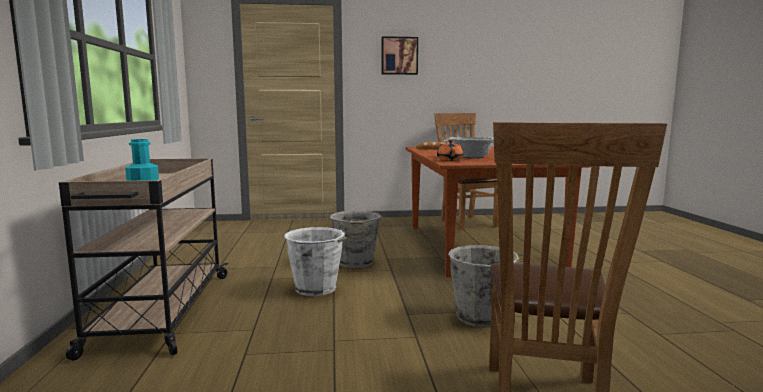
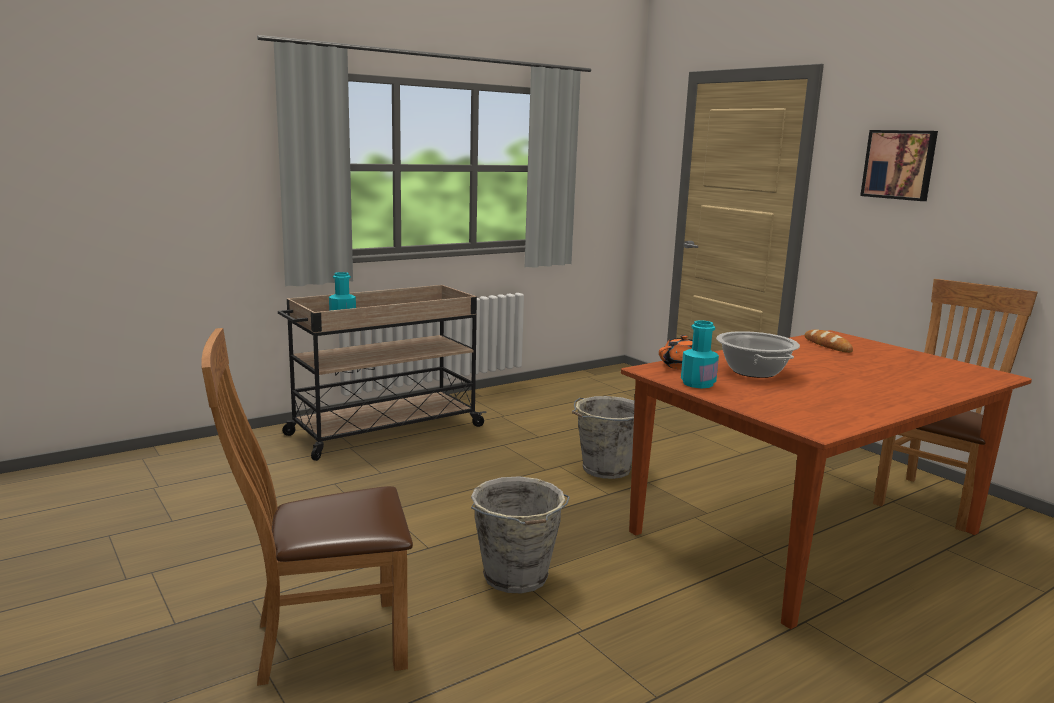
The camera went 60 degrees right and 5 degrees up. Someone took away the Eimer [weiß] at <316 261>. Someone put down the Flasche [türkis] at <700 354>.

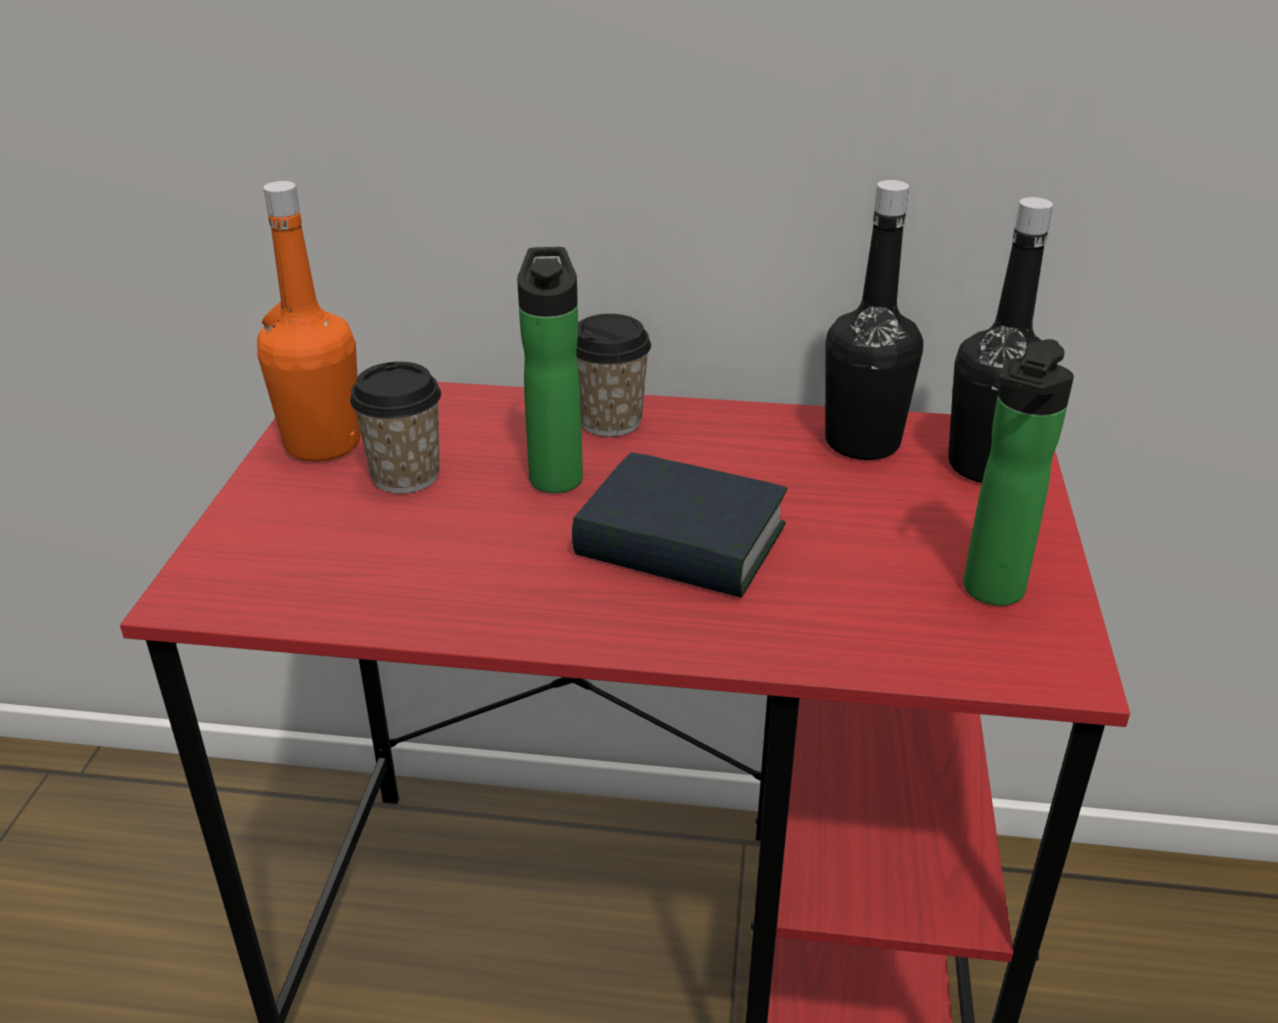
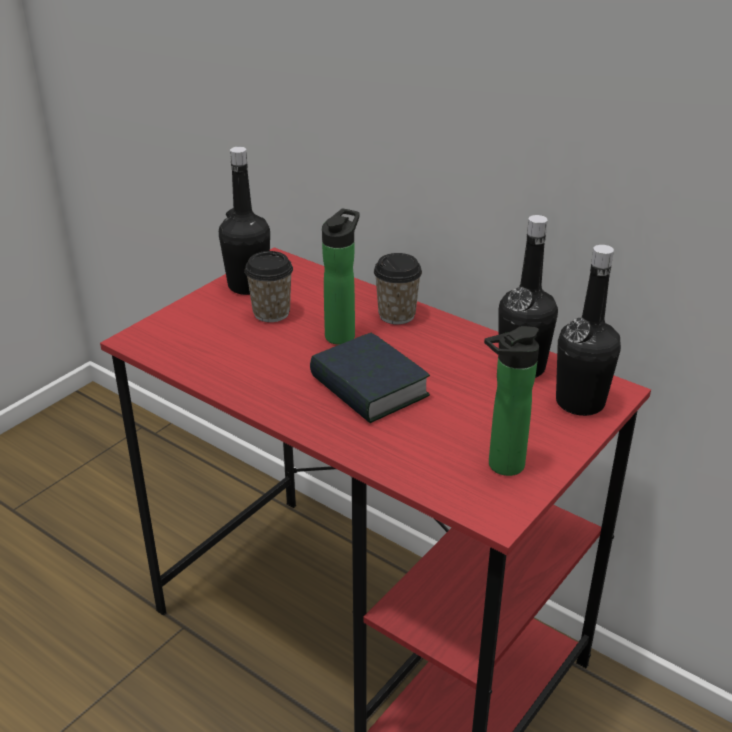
The camera went 30 degrees right and 0 degrees up. Someone repainted the Flasche [orange] at <309 321>, which became the Flasche [schwarz] at <244 221>.

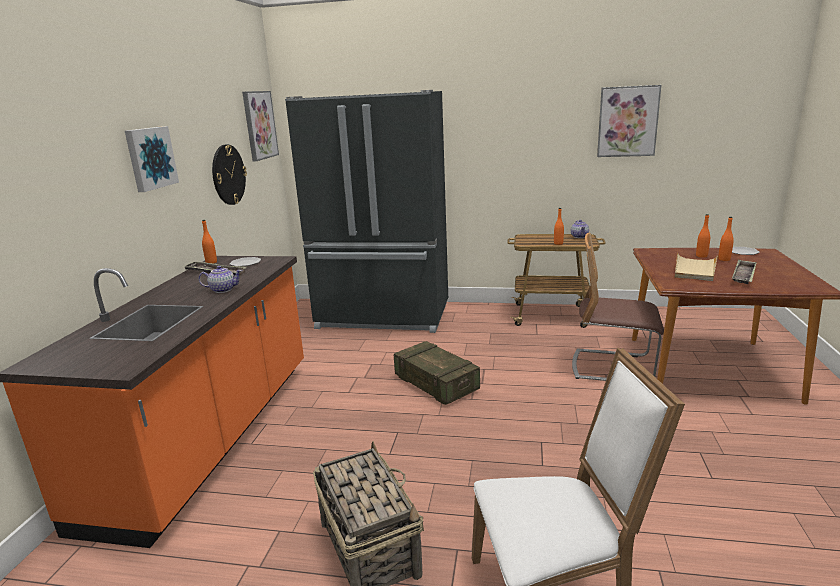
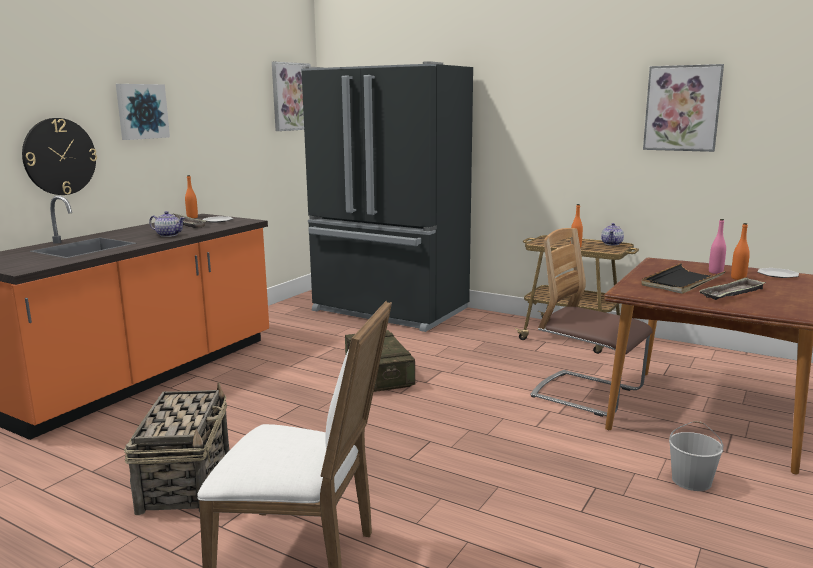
The camera went 20 degrees right and 5 degrees down. Someone carried the Wanduhr from <229 174> to <59 156>. Someone repainted the Tablett [beige] at <696 266>, which became the Tablett [schwarz] at <683 278>. Someone repainted the Flasche [orange] at <703 236>, which became the Flasche [rosa] at <717 246>. Someone put down the Eimer [weiß] at <696 456>.

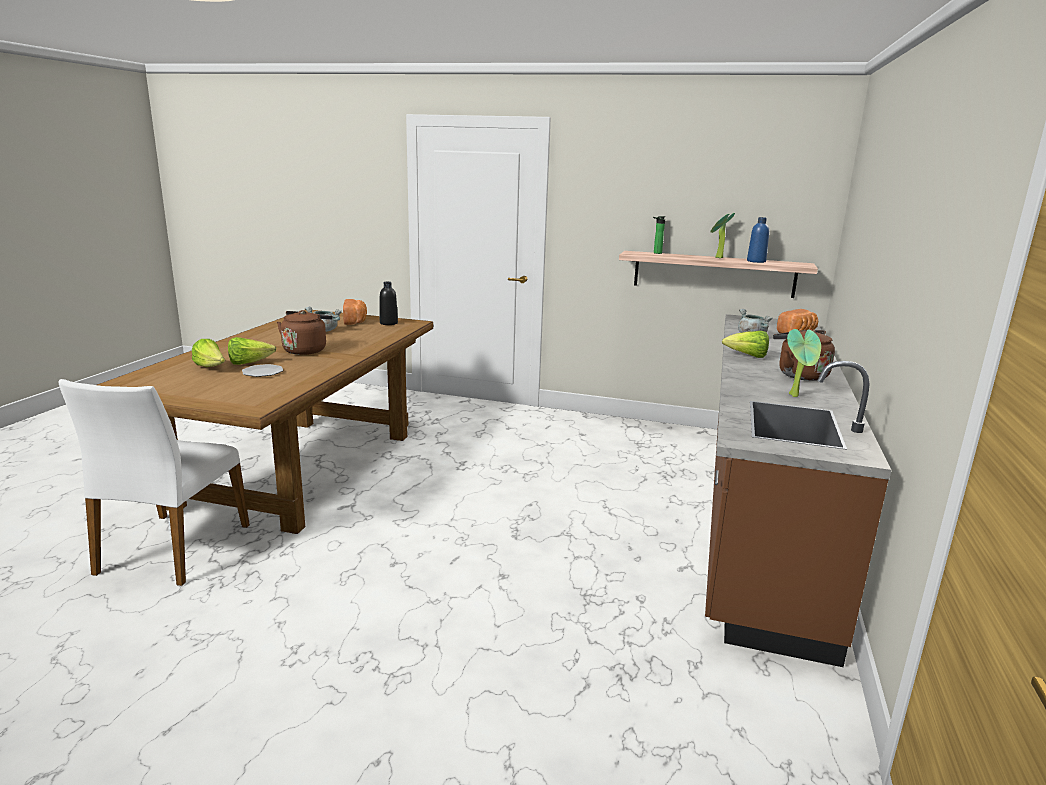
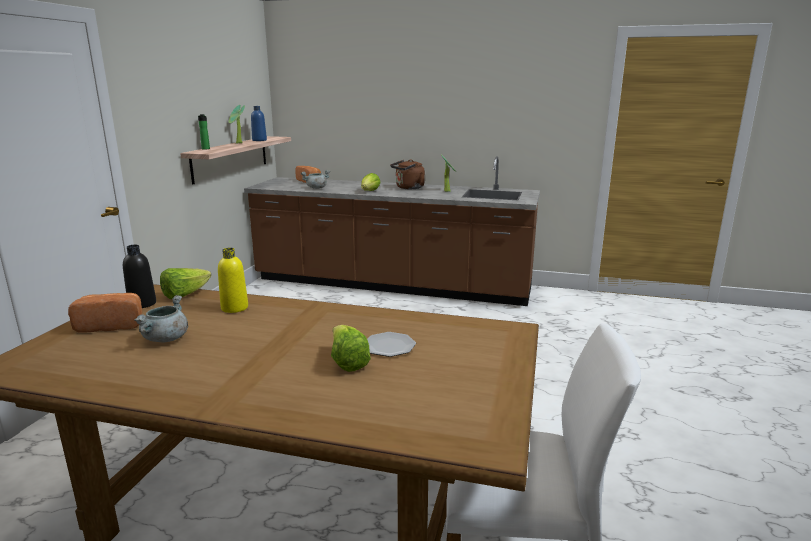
The camera went 90 degrees left and 0 degrees up. Someone carried the Salatkopf from <208 353> to <186 283>. Someone took away the Wasserkessel [braun] at <305 332>. Someone put down the Flasche [gelb] at <233 280>.

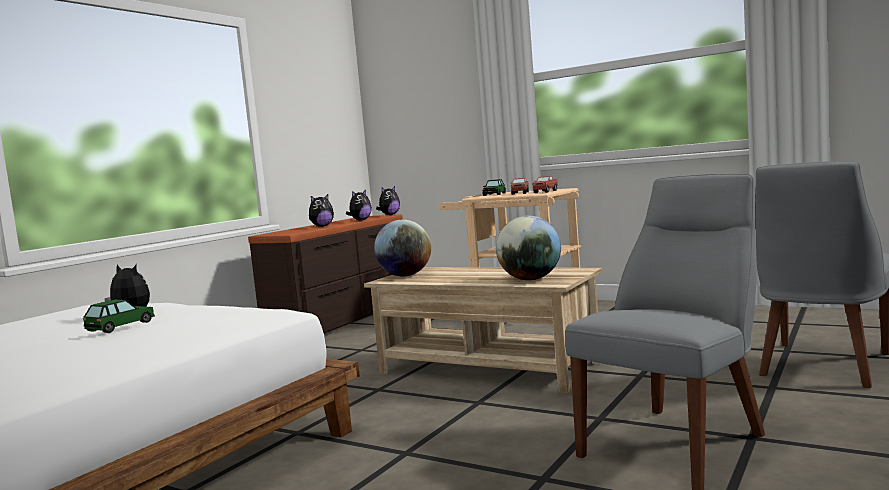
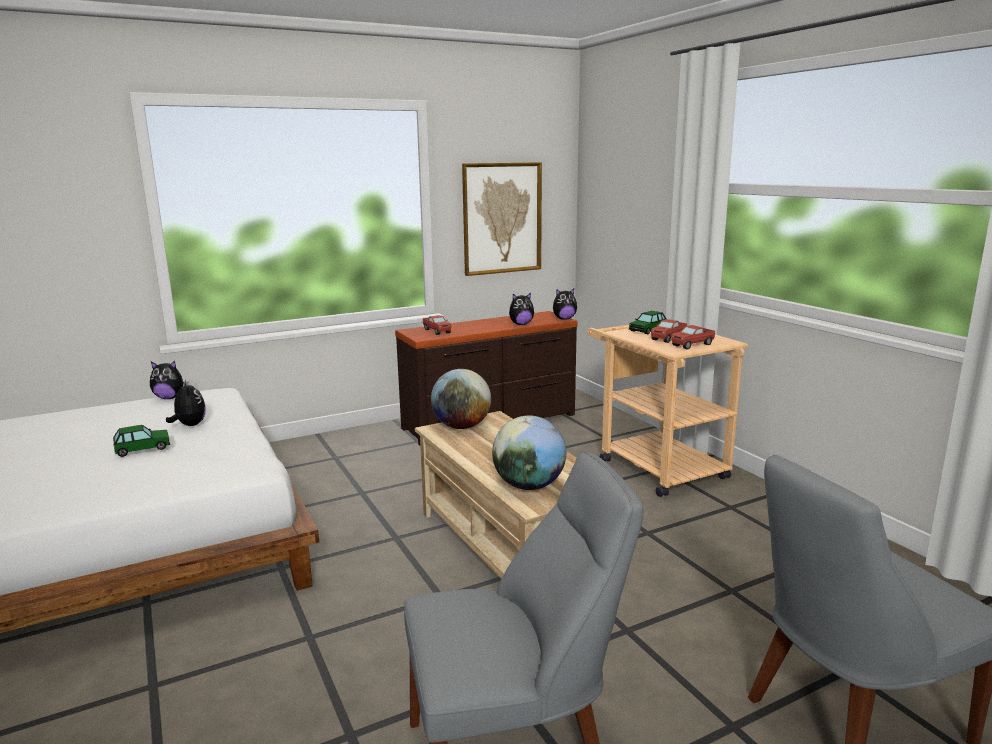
The camera went 30 degrees right and 10 degrees up. Someone carried the Plüschtier from <321 210> to <169 380>. Someone put down the Spielzeuglaster at <437 325>. Someone put up the Bild at <502 219>.

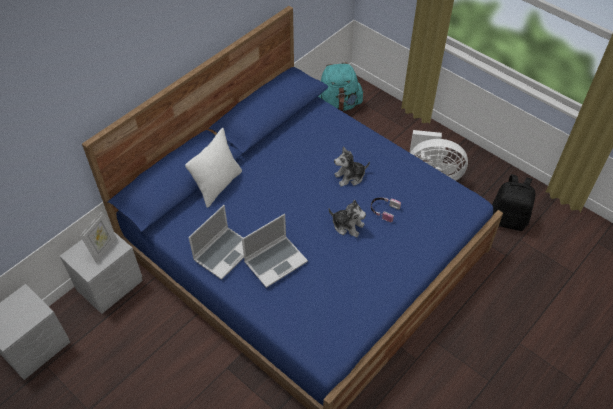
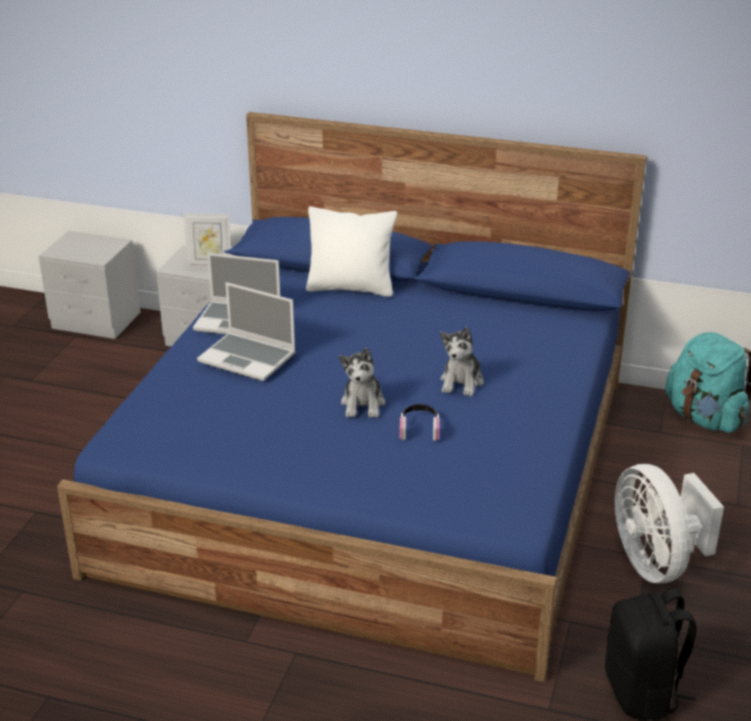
The camera went 65 degrees right and 20 degrees down. Someone rotated the Plüschtier at <352 166> by 120 degrees counterclockwise.

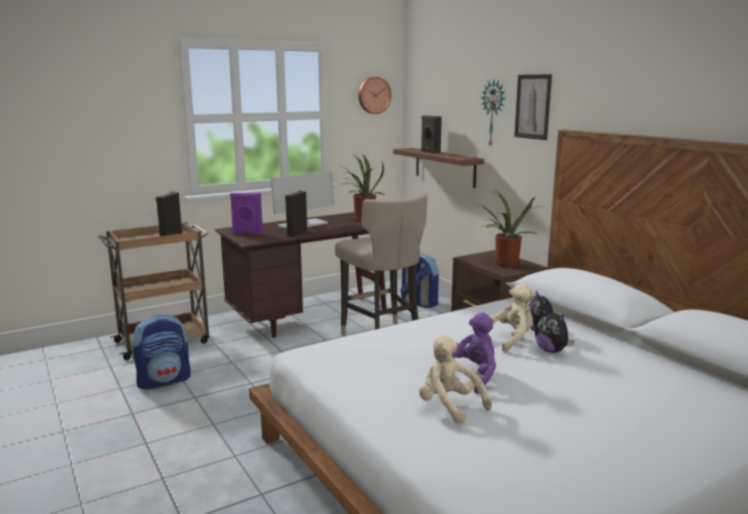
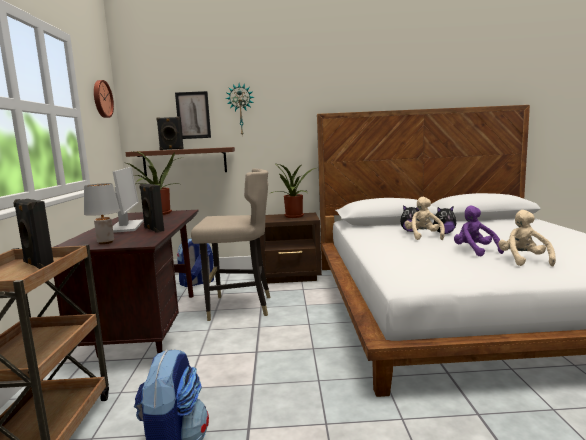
The camera went 60 degrees left and 5 degrees down. Someone swapped the Lautsprecher [lila] at <246 214> for the Tischlampe [grau] at <102 213>. Someone rotated the Plüschtier [beige] at <455 379> by 105 degrees clockwise. Someone carried the Bild from <533 107> to <193 115>.

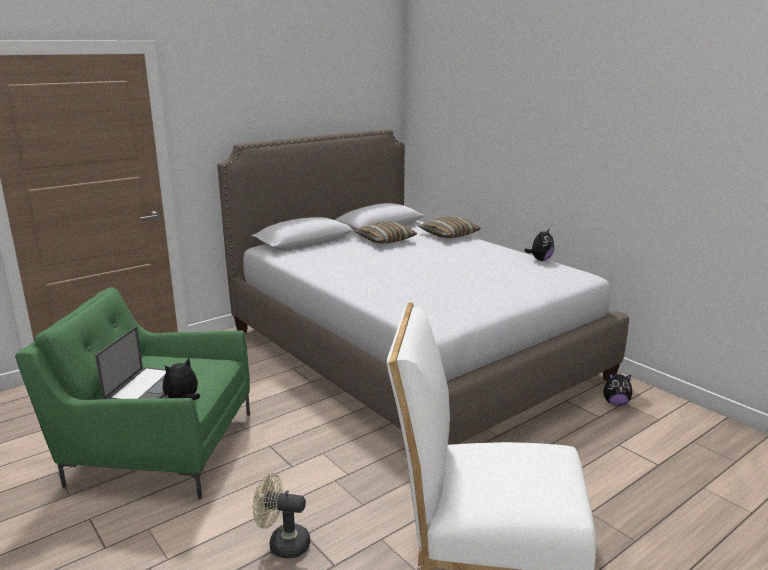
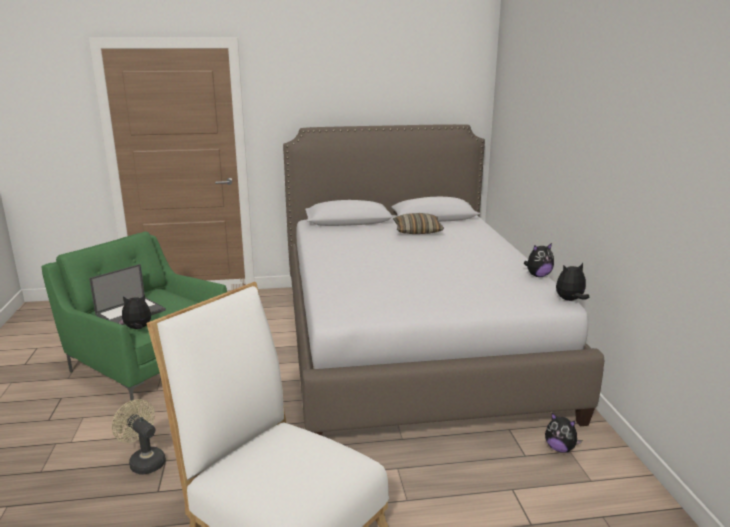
The camera went 30 degrees right and 0 degrees up. Someone took away the Kissen at <449 227>. Someone put down the Plüschtier at <572 282>.

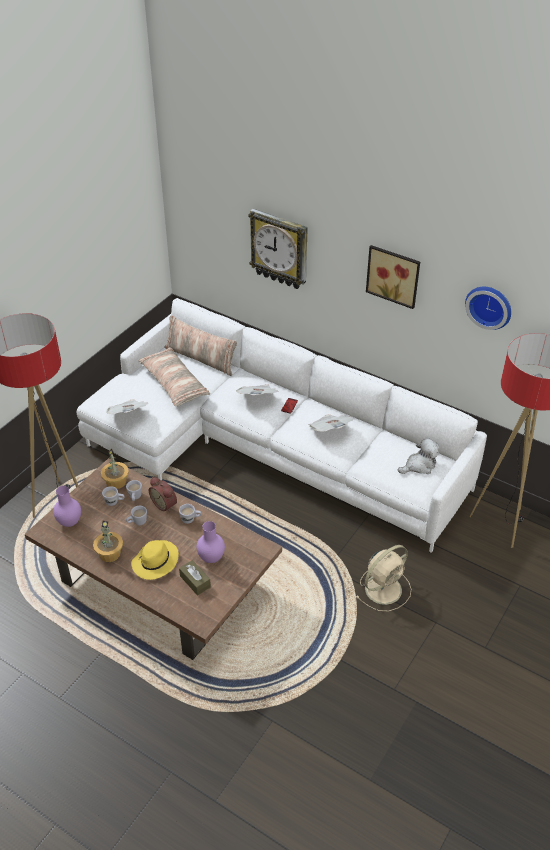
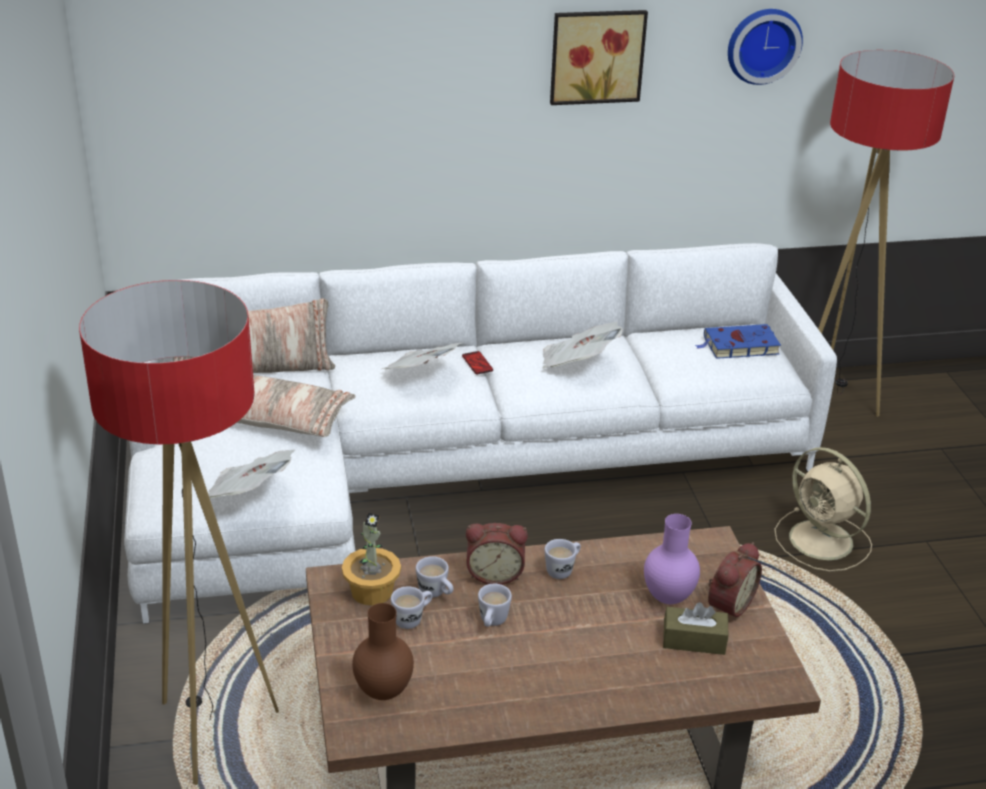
The camera went 45 degrees left and 10 degrees down. Someone repainted the Vase [lila] at <67 506>, which became the Vase [braun] at <383 651>. Someone took away the Topfpflanze at <108 541>. Someone took away the Hut [gelb] at <155 560>. Someone took away the Wanduhr at <278 249>. Someone rotated the Ventilator [beige] at <383 578> by 135 degrees clockwise. Someone swapped the Plüschtier at <418 456> for the Buch [blau] at <738 341>. Someone put down the Wecker at <735 579>.

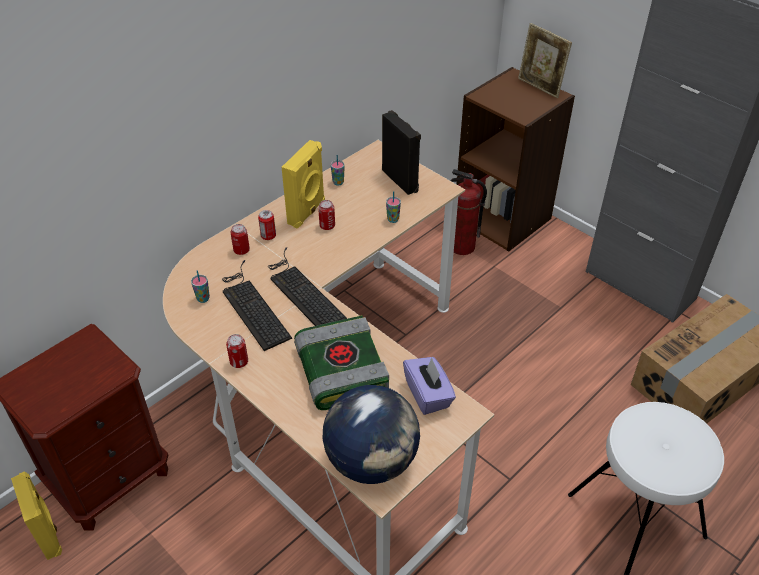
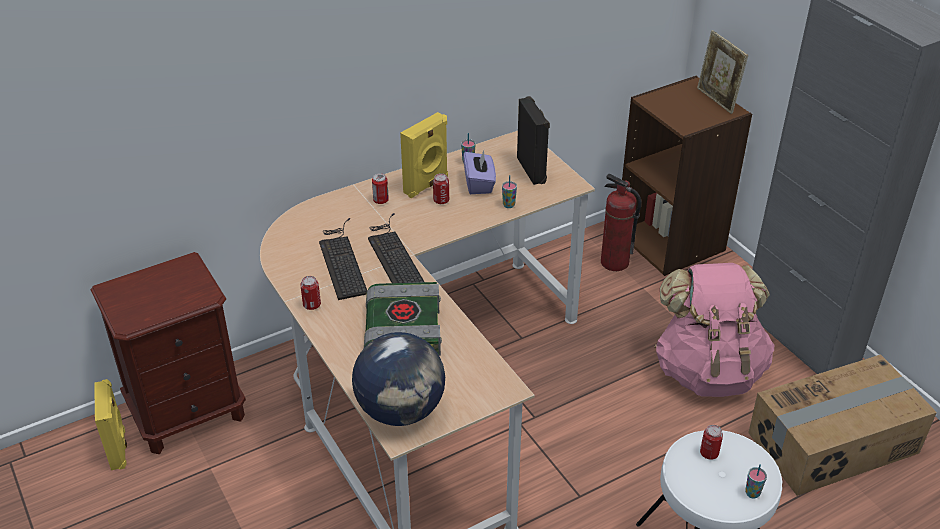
The camera went 15 degrees right and 5 degrees down. Someone carried the Tasse from <200 286> to <756 481>. Someone carried the Dose from <240 239> to <711 442>. Someone carried the Taschentuchbox [lila] from <429 386> to <479 172>. Someone put down the Rucksack [rosa] at <714 330>.

